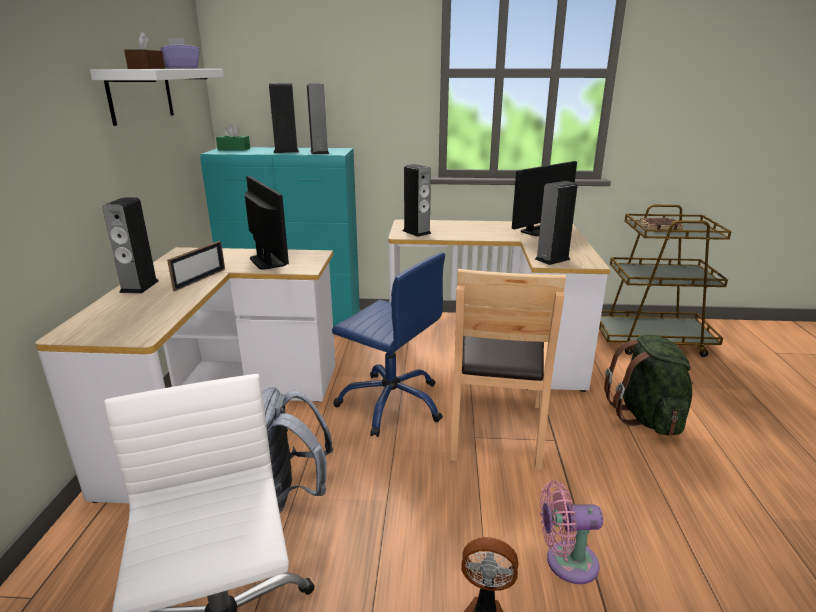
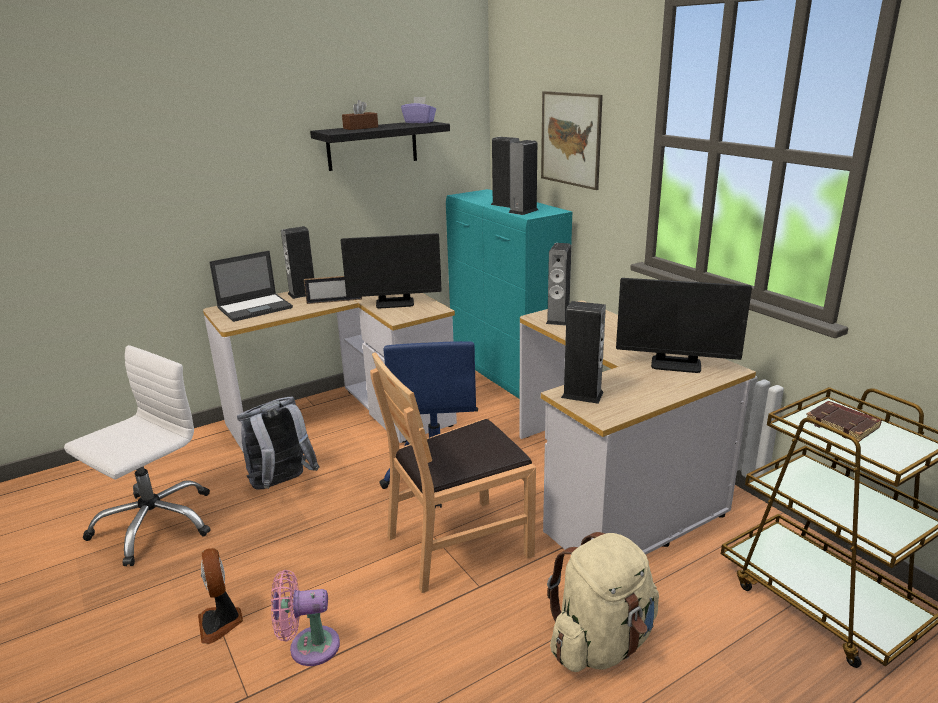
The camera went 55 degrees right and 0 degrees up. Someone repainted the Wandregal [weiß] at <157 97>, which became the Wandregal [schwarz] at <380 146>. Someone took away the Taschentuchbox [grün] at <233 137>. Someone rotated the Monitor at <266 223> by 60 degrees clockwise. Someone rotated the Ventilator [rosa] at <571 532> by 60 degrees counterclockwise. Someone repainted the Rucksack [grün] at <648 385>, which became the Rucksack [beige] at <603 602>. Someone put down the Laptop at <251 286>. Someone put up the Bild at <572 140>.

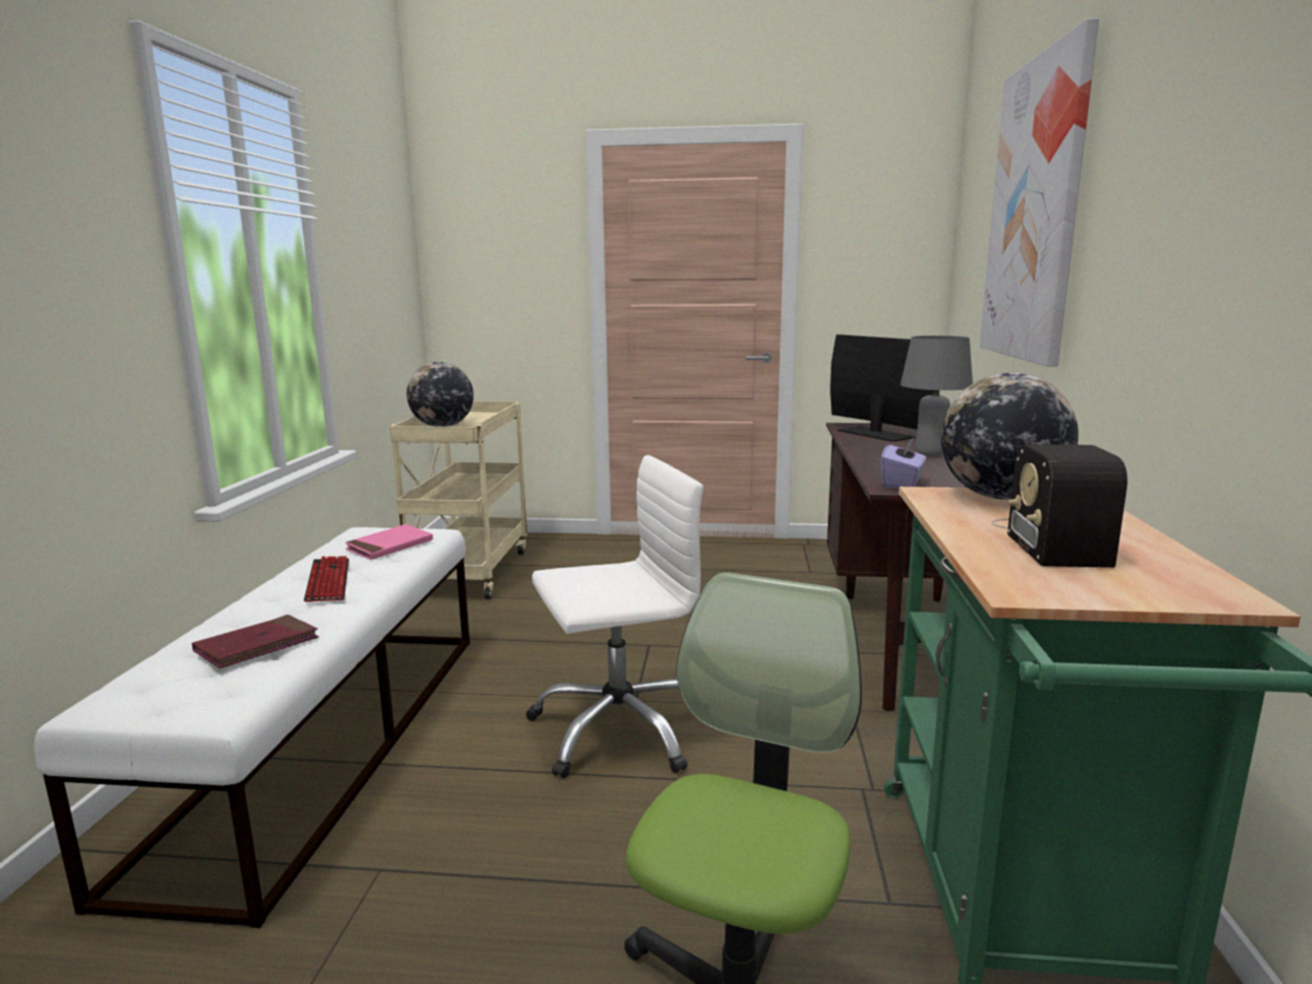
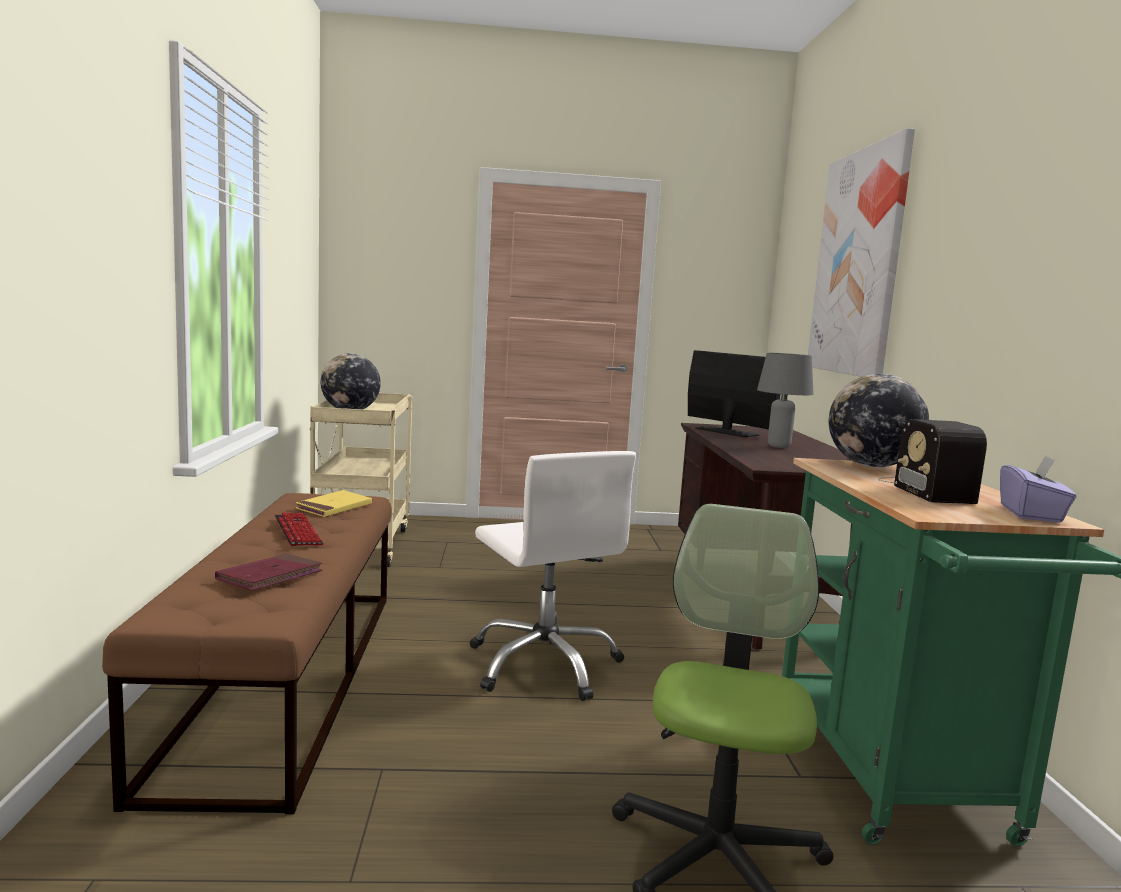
The camera went 10 degrees left and 5 degrees down. Someone repainted the Bank [weiß] at <252 727>, which became the Bank [braun] at <247 653>. Someone repainted the Buch [rosa] at <389 542>, which became the Buch [gelb] at <334 503>. Someone rotated the Bürostuhl [weiß] at <614 616> by 90 degrees clockwise. Someone carried the Taschentuchbox [lila] from <903 462> to <1038 489>.

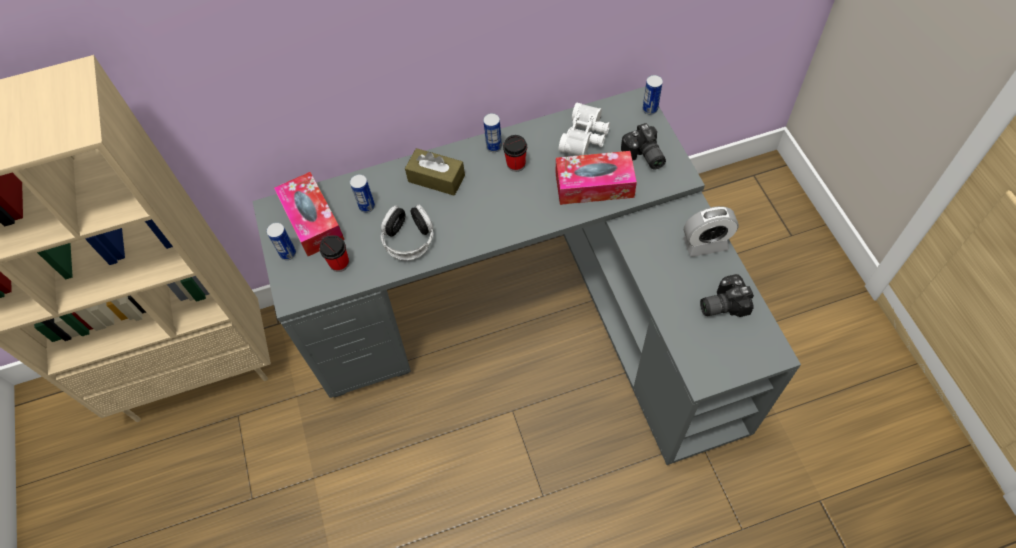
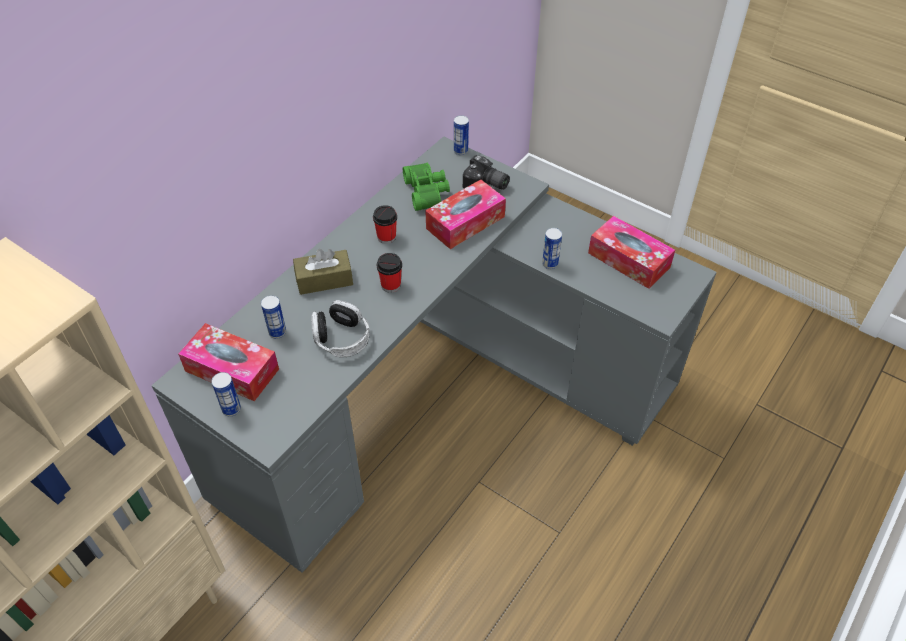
The camera went 40 degrees left and 10 degrees down. Someone carried the Tasse from <334 253> to <389 273>. Someone carried the Dose from <492 132> to <552 248>. Someone repainted the Fernglas [weiß] at <584 129>, which became the Fernglas [grün] at <426 187>. Someone took away the Wecker at <711 231>. Someone swapped the Kamera at <727 295> for the Taschentuchbox at <631 252>.

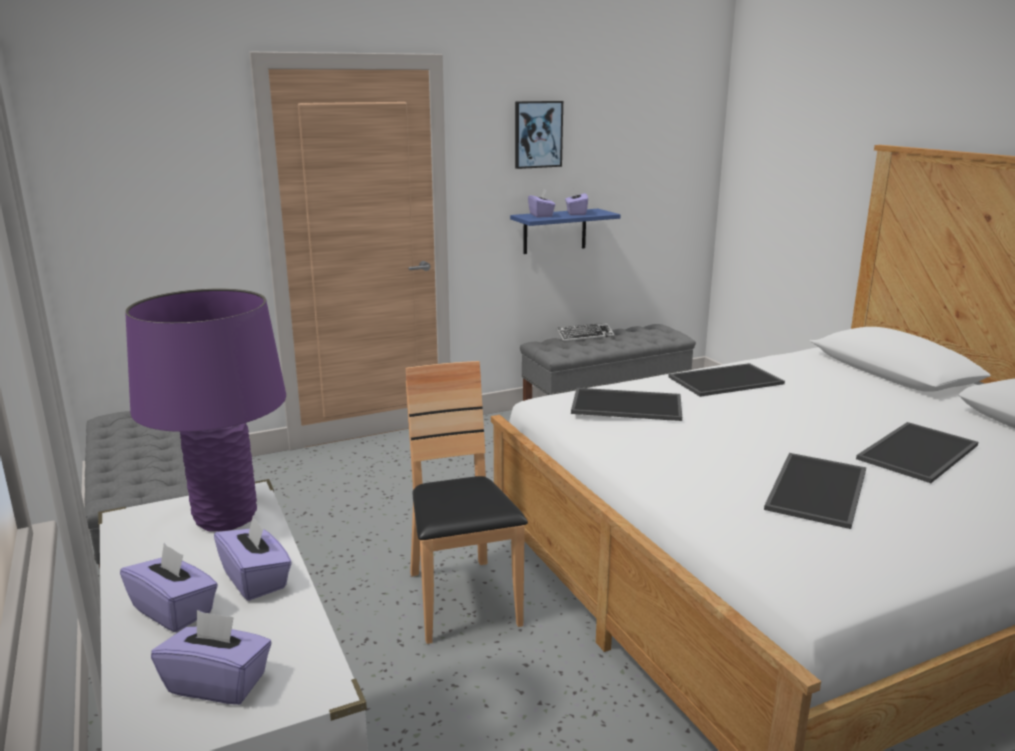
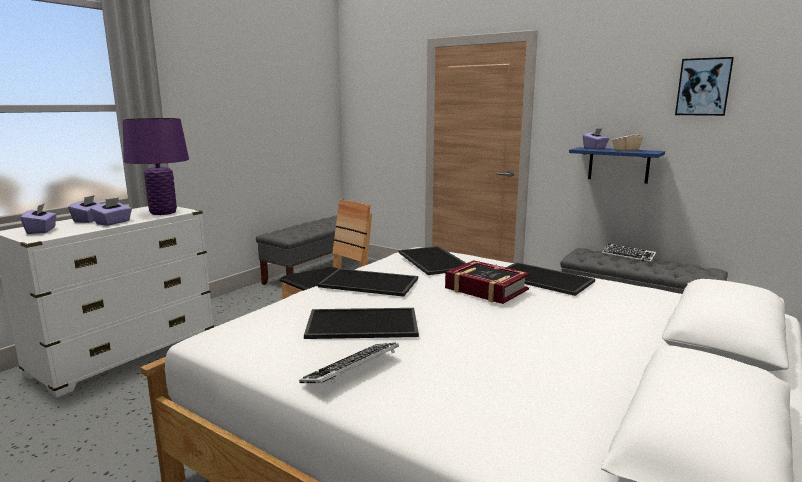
The camera went 60 degrees right and 5 degrees down. Someone carried the Bild from <539 135> to <704 86>. Someone repainted the Taschentuchbox [lila] at <576 203>, which became the Taschentuchbox [beige] at <627 140>. Someone carried the Tablett from <917 452> to <368 283>. Someone put down the Tastatur at <349 363>. Someone put down the Buch at <487 282>.

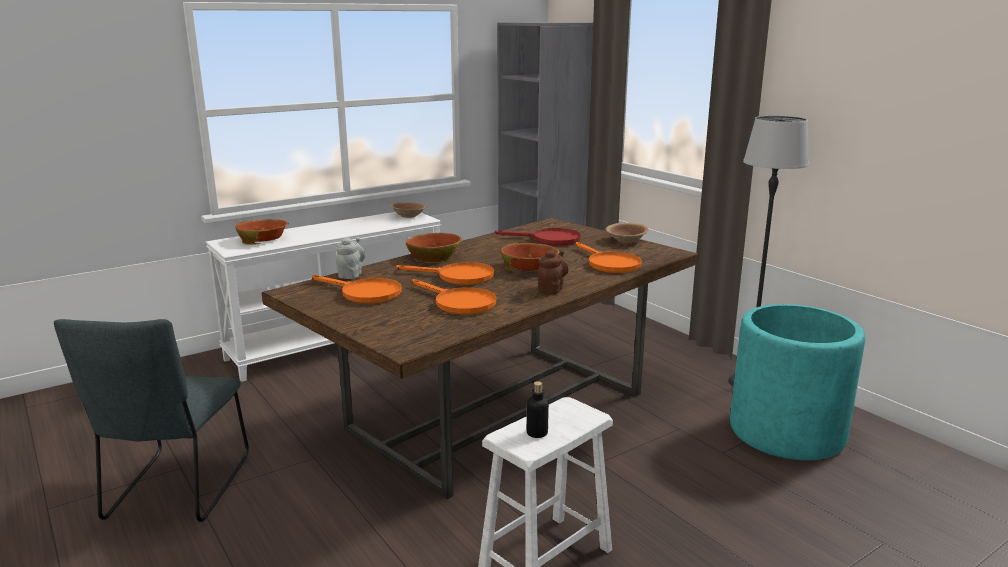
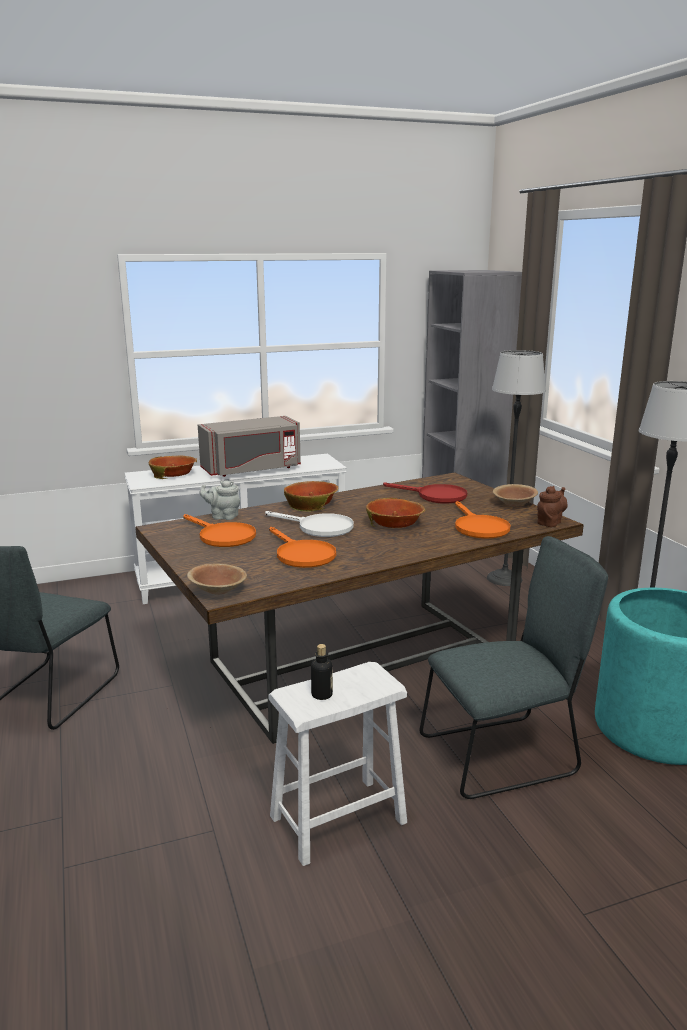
The camera went 15 degrees right and 0 degrees up. Someone rotated the Teekanne [grau] at <350 258> by 105 degrees counterclockwise. Someone carried the Schüssel [braun] from <408 210> to <217 579>. Someone repainted the Pfanne [orange] at <445 273>, which became the Pfanne [weiß] at <309 524>. Someone carried the Teekanne [braun] from <553 271> to <552 506>. Someone put down the Mikrowelle [grau] at <249 446>. Someone put down the Stuhl [grau] at <513 667>. Someone put down the Stehlampe at <516 468>.

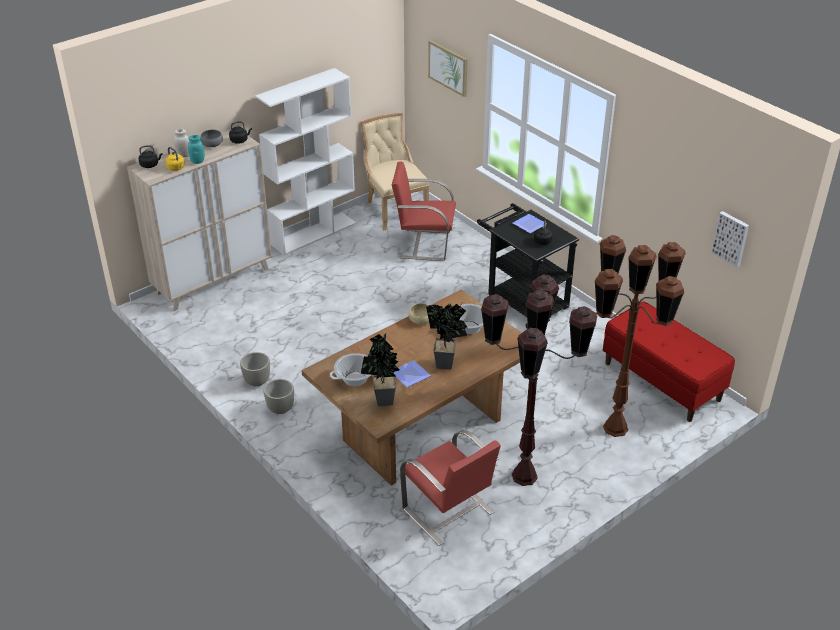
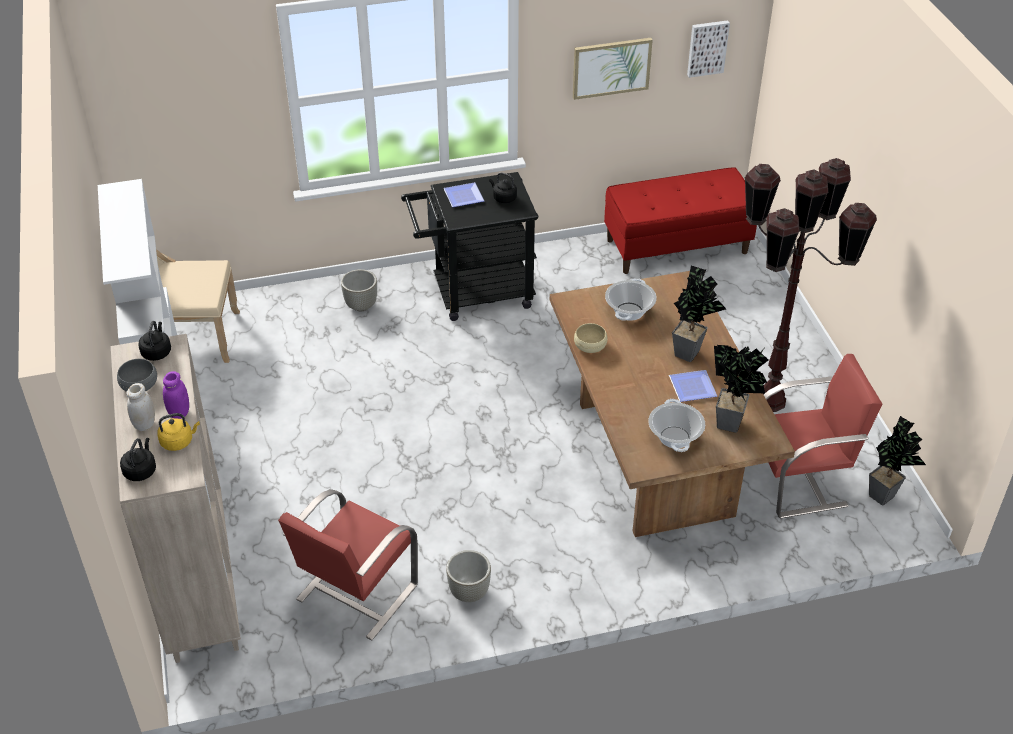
The camera went 65 degrees left and 5 degrees up. Someone repainted the Vorratsglas [türkis] at <196 149>, which became the Vorratsglas [lila] at <176 395>. Someone carried the Pflanzkübel [grau] from <278 396> to <359 290>. Someone carried the Stuhl [rot] from <424 211> to <348 564>. Someone carried the Bild from <448 68> to <613 69>. Someone took away the Stehlampe [braun] at <640 336>. Someone put down the Topfpflanze at <897 460>.

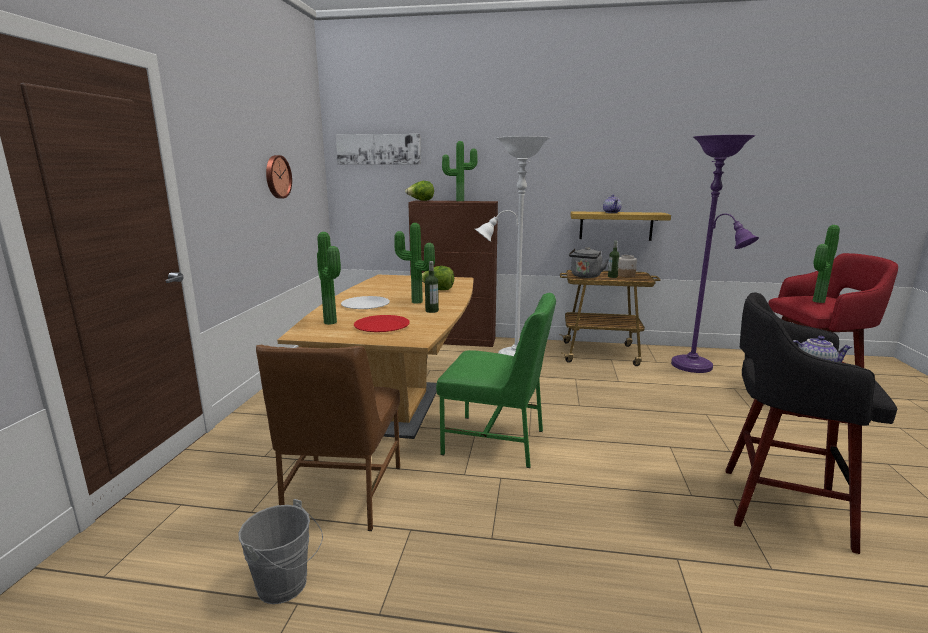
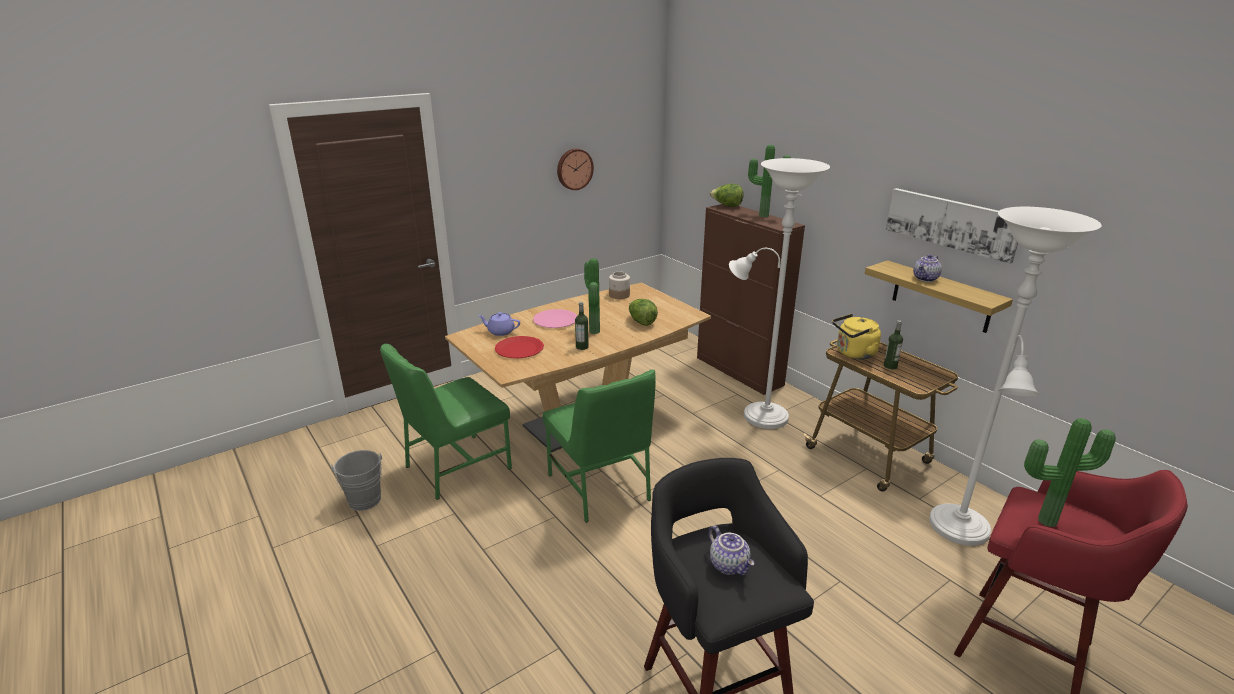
The camera went 45 degrees right and 10 degrees up. Someone repainted the Stuhl [braun] at <328 438>, which became the Stuhl [grün] at <446 422>. Someone swapped the Topfpflanze at <329 278> for the Teekanne [lila] at <499 324>. Someone carried the Bild from <378 149> to <952 226>. Someone repainted the Teller [weiß] at <365 302>, which became the Teller [rosa] at <555 318>. Someone repainted the Wasserkessel [grau] at <588 262>, which became the Wasserkessel [gelb] at <856 337>. Someone carried the Vorratsglas from <627 266> to <619 285>. Someone repainted the Stehlampe [lila] at <715 254>, which became the Stehlampe [weiß] at <1015 376>.

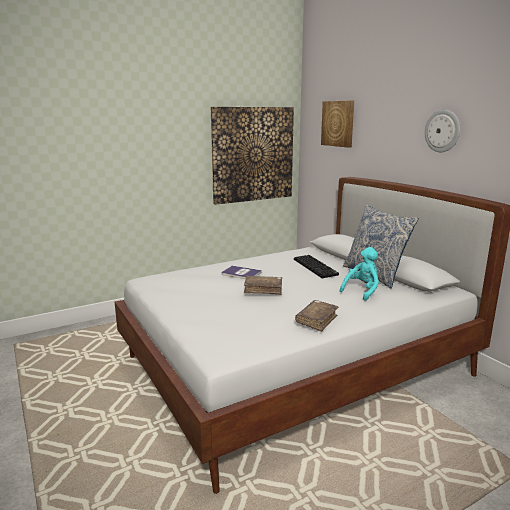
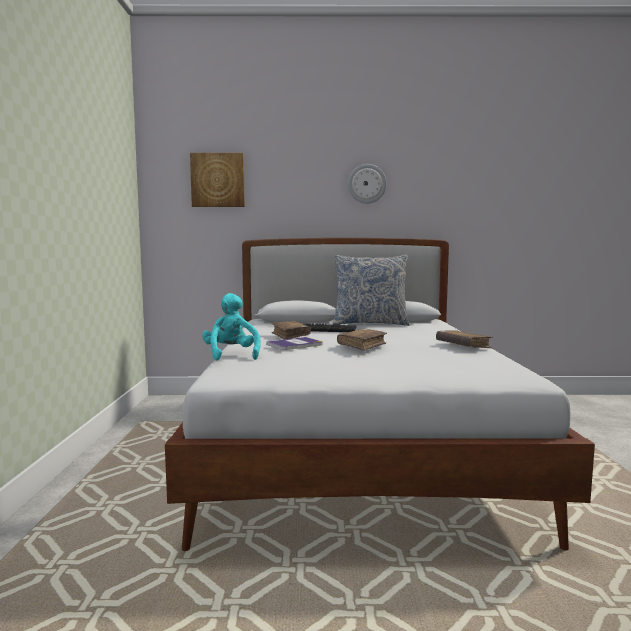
The camera went 60 degrees left and 10 degrees down. Someone took away the Bild at <252 156>. Someone carried the Plüschtier [türkis] from <359 274> to <231 326>. Someone put down the Buch [braun] at <291 330>.

